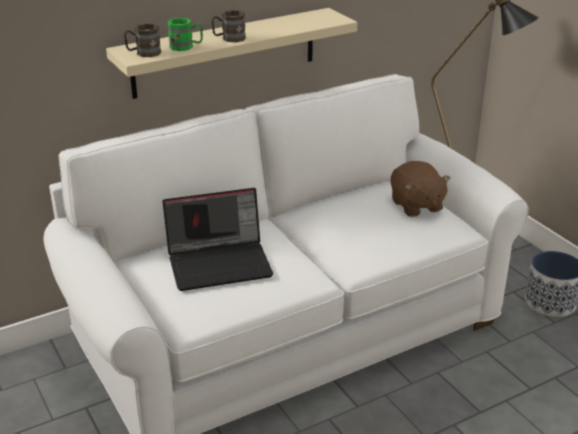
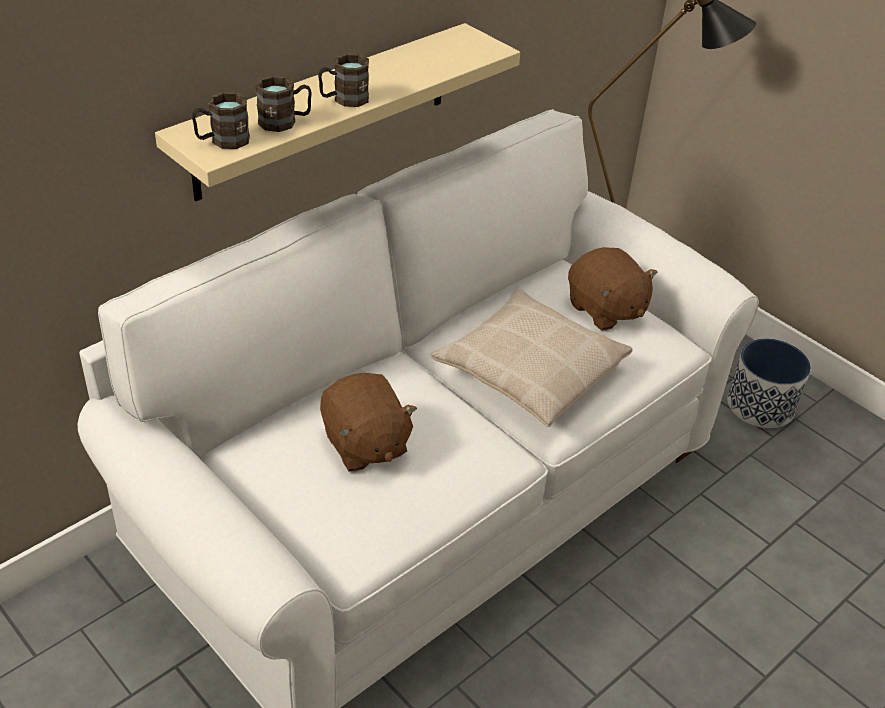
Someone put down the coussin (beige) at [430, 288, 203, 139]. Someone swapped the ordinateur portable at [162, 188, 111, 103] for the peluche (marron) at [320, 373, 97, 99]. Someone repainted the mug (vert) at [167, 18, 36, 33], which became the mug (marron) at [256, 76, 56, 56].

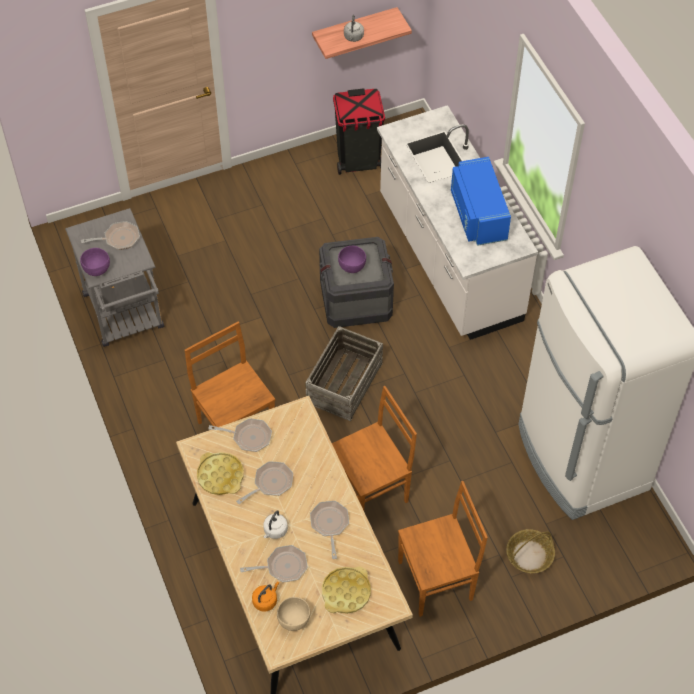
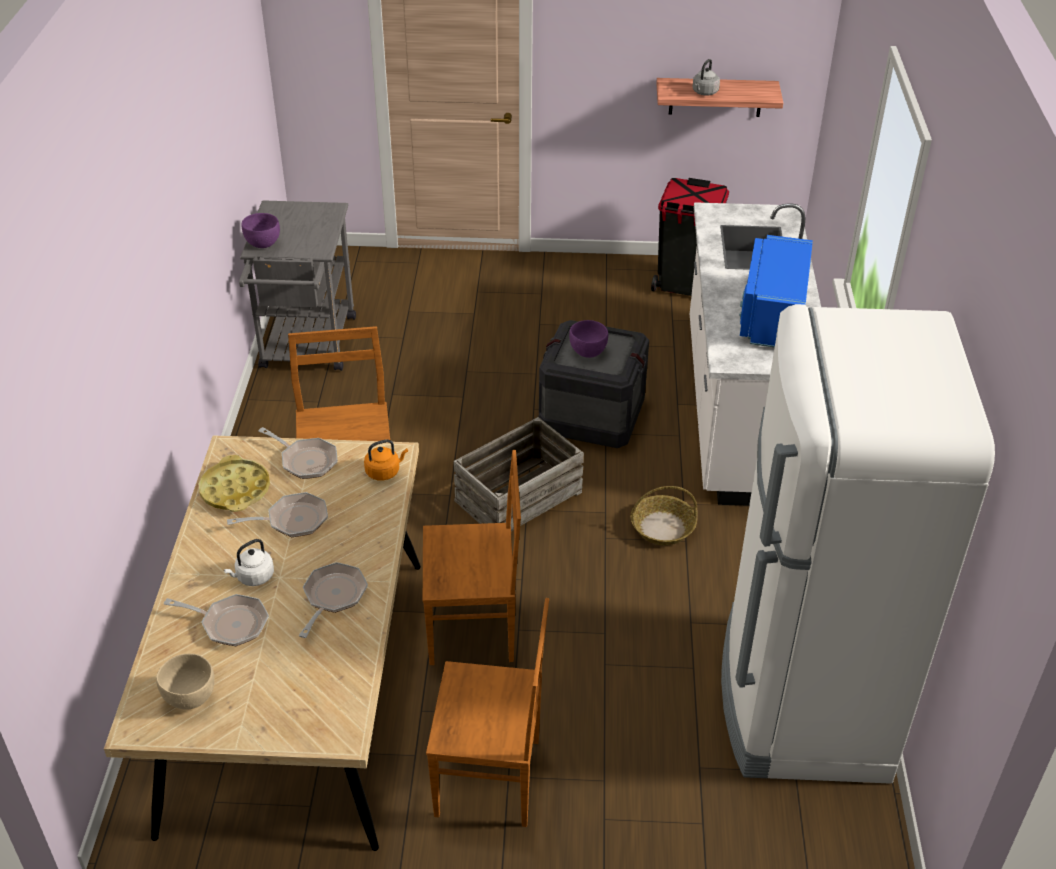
Someone took away the poêle at [81, 221, 59, 29]. Someone took away the plateau (jaune) at [322, 567, 49, 47]. Someone carried the bouilloire (orange) from [252, 582, 27, 30] to [364, 439, 44, 42]. Someone carried the panier from [506, 529, 49, 44] to [631, 486, 67, 59].

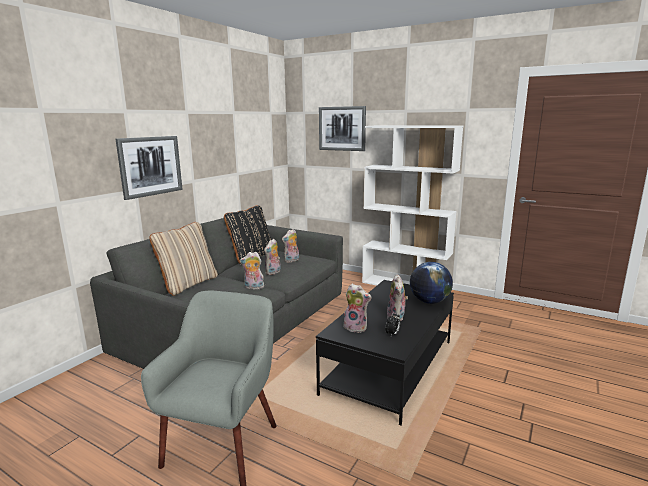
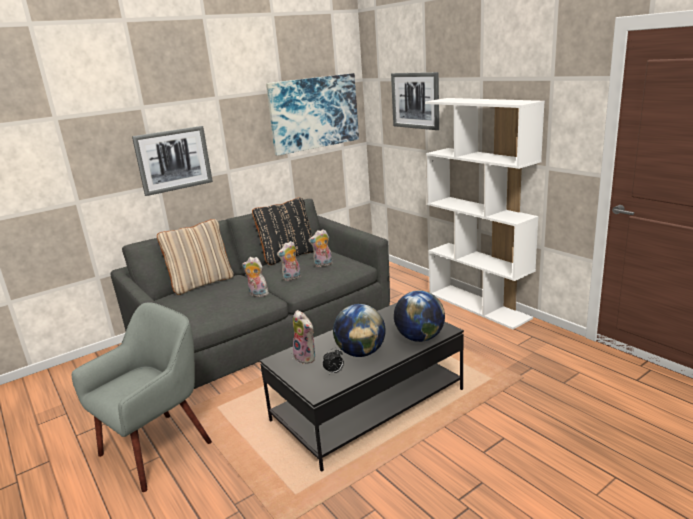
Someone put up the tableau at [266, 73, 93, 83]. Someone swapped the peluche at [387, 274, 21, 47] for the globe at [333, 304, 53, 53].

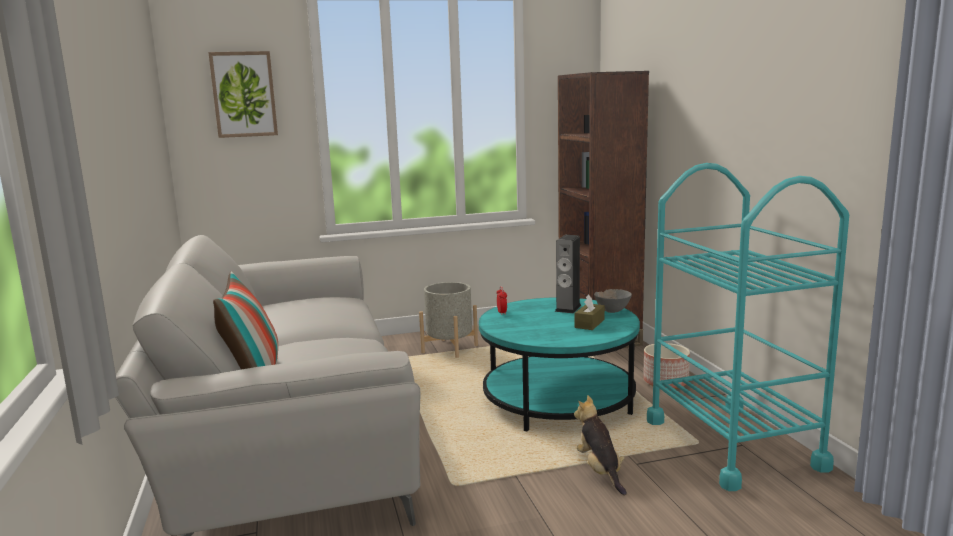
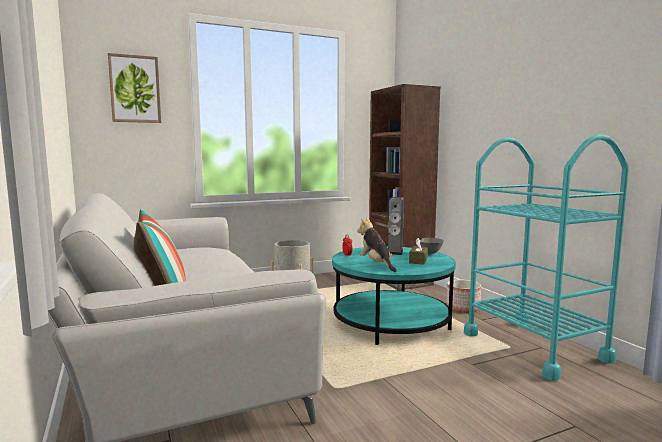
Someone carried the peluche from [574, 395, 53, 100] to [357, 217, 40, 55].

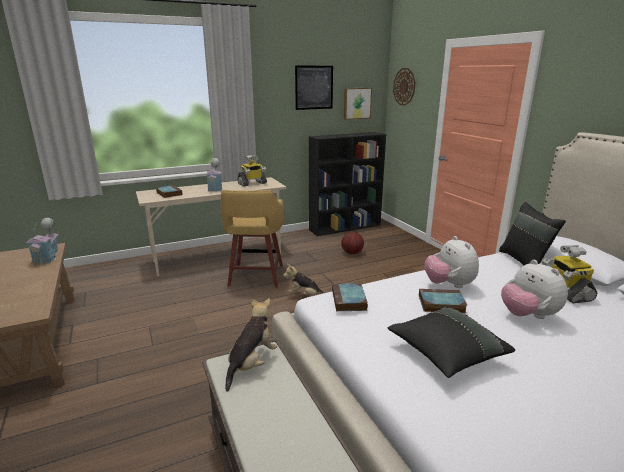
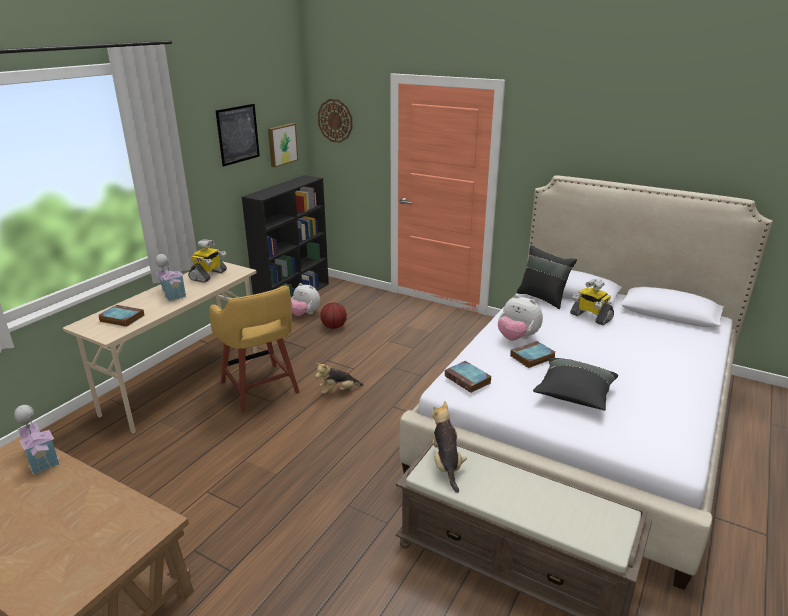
Someone carried the peluche from [501, 260, 67, 59] to [291, 283, 29, 33].

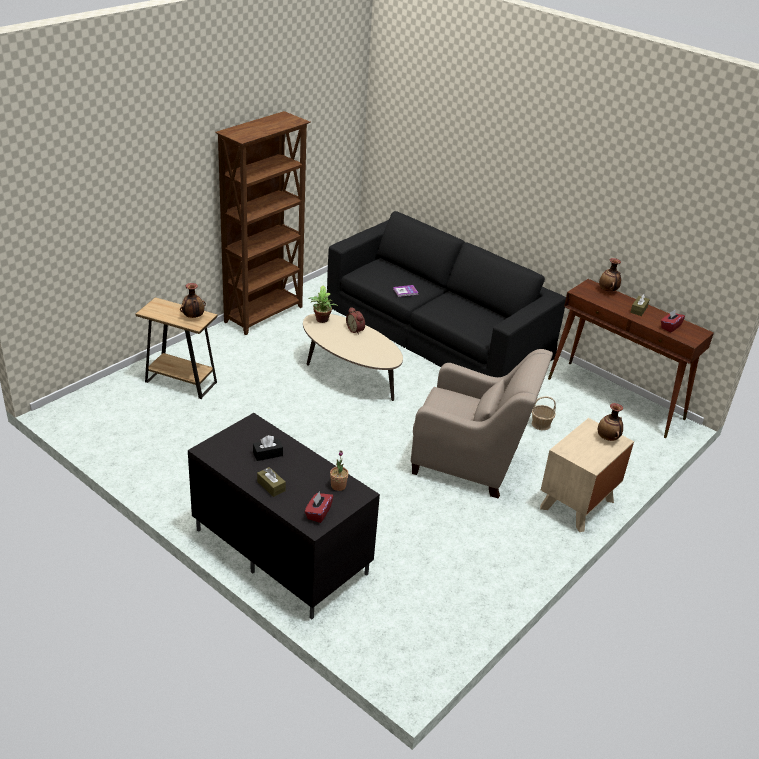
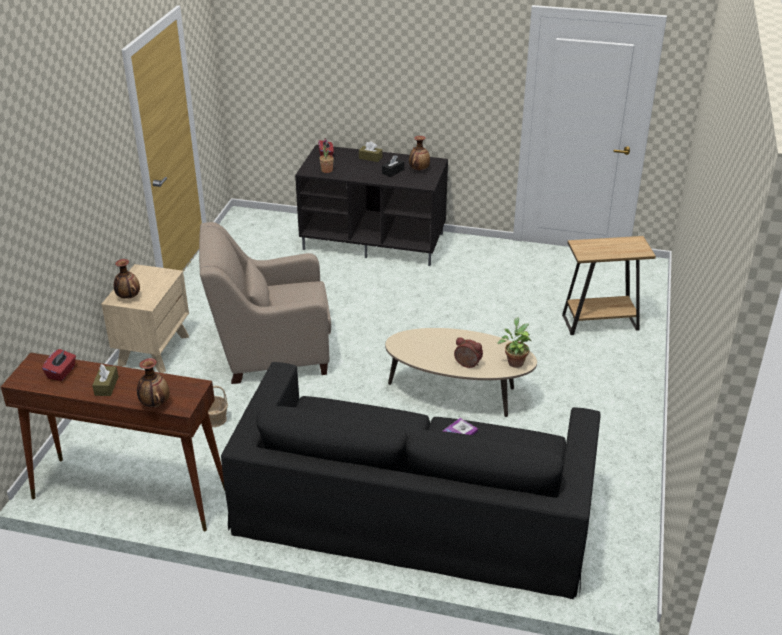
Someone took away the bibliothèque (marron) at [215, 111, 96, 224]. Someone carried the vase from [180, 283, 26, 35] to [409, 136, 21, 35].

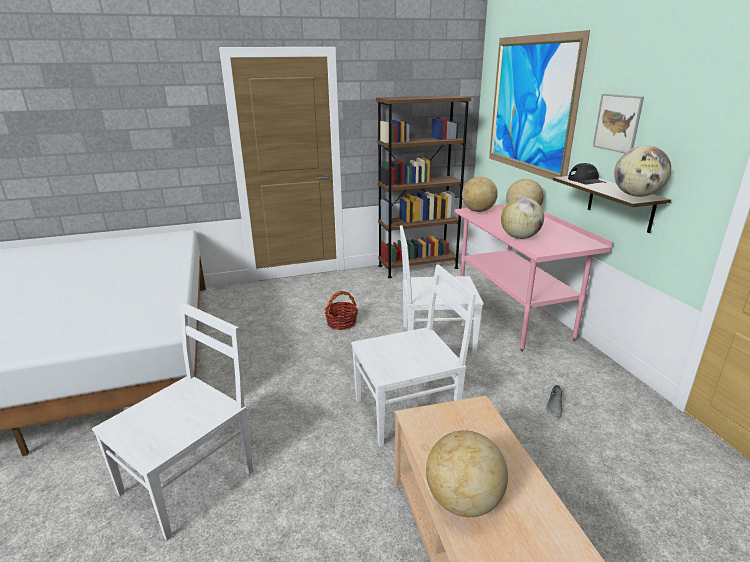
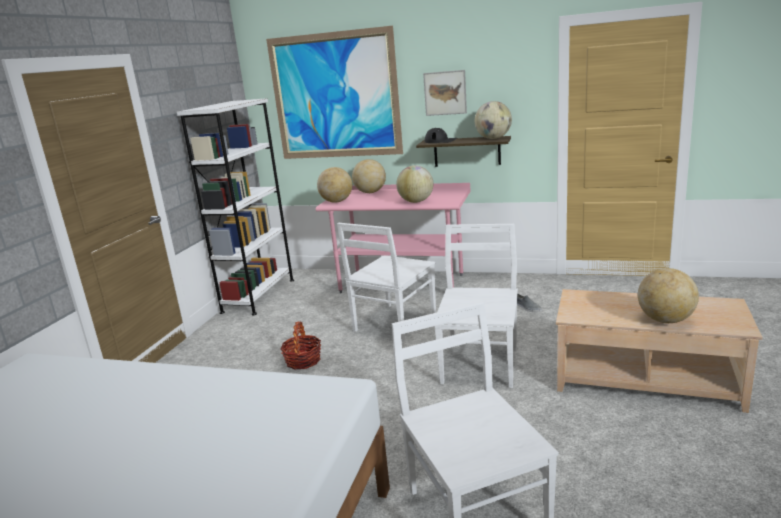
Someone repainted the bibliothèque (marron) at [376, 95, 95, 183], which became the bibliothèque (blanc) at [177, 98, 117, 217].

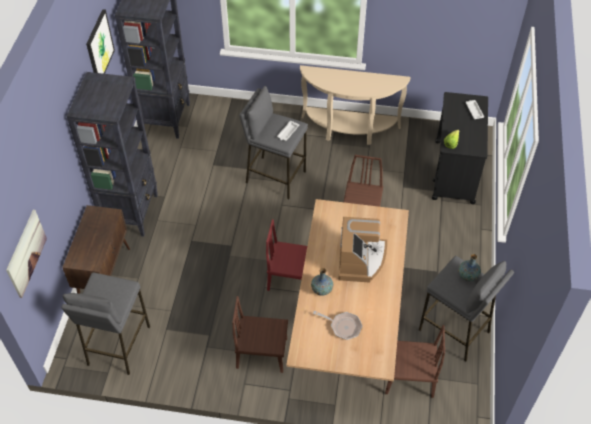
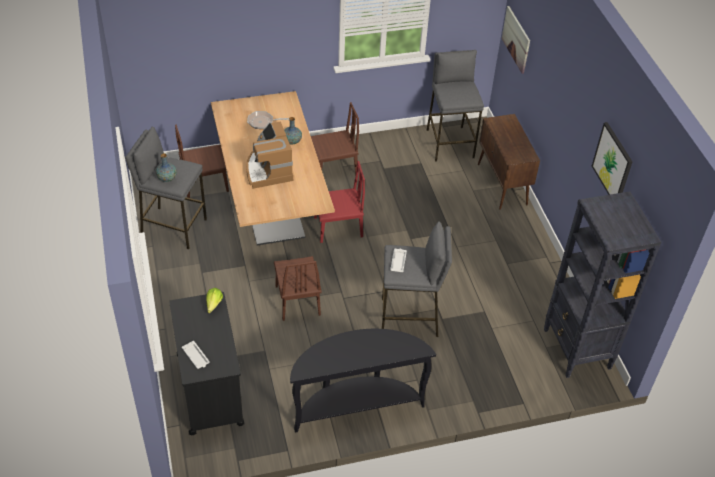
Someone took away the bibliothèque (noir) at [66, 72, 92, 165]. Someone repainted the table console (beige) at [300, 65, 111, 80], which became the table console (noir) at [290, 329, 146, 104].

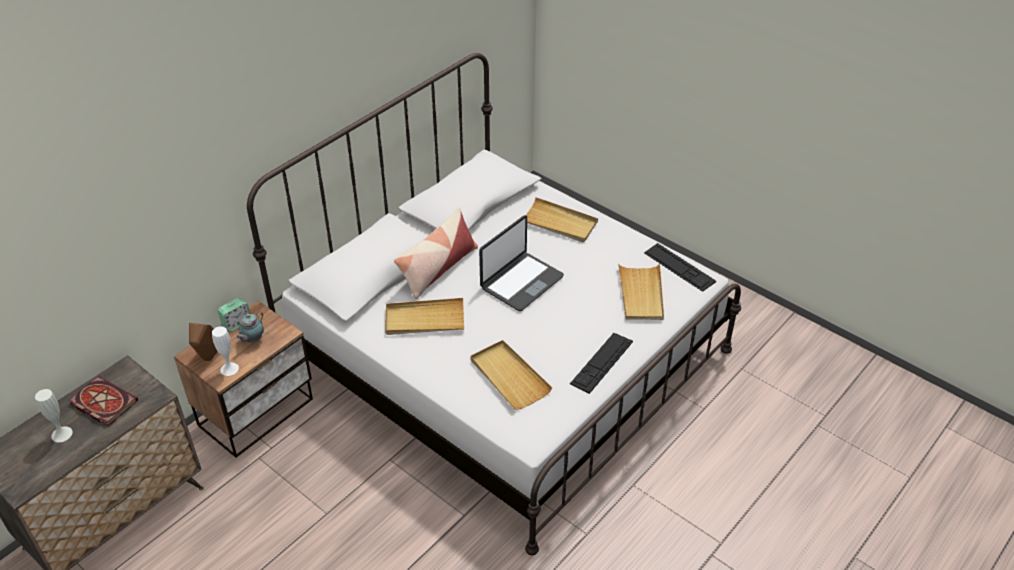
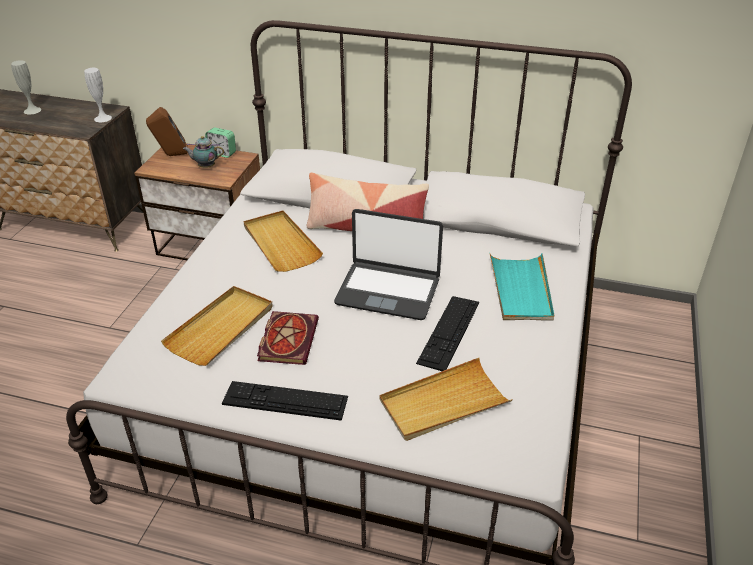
Someone carried the livre from [68, 376, 70, 51] to [257, 311, 62, 54]. Someone carried the vase (blanc) from [212, 326, 27, 50] to [84, 68, 28, 54]. Someone carried the clavier from [644, 243, 72, 49] to [416, 296, 63, 75]. Someone repainted the plateau (beige) at [526, 197, 72, 45], which became the plateau (turquoise) at [489, 253, 65, 68].

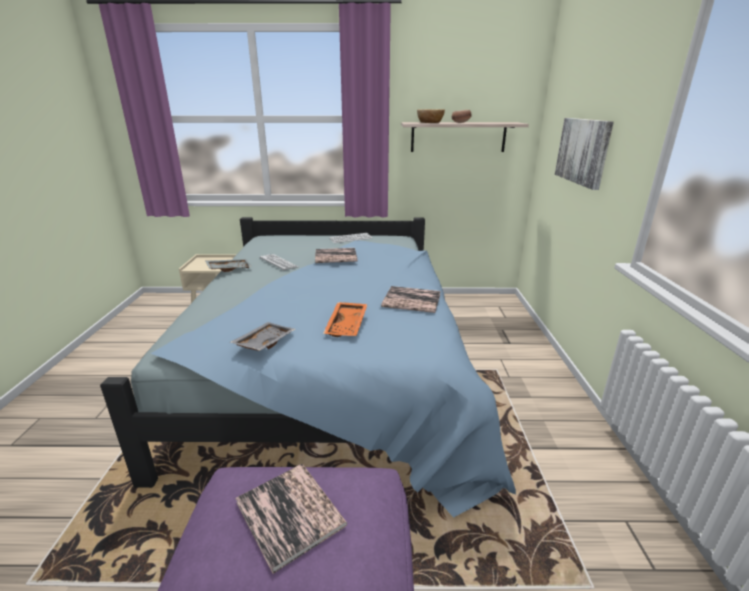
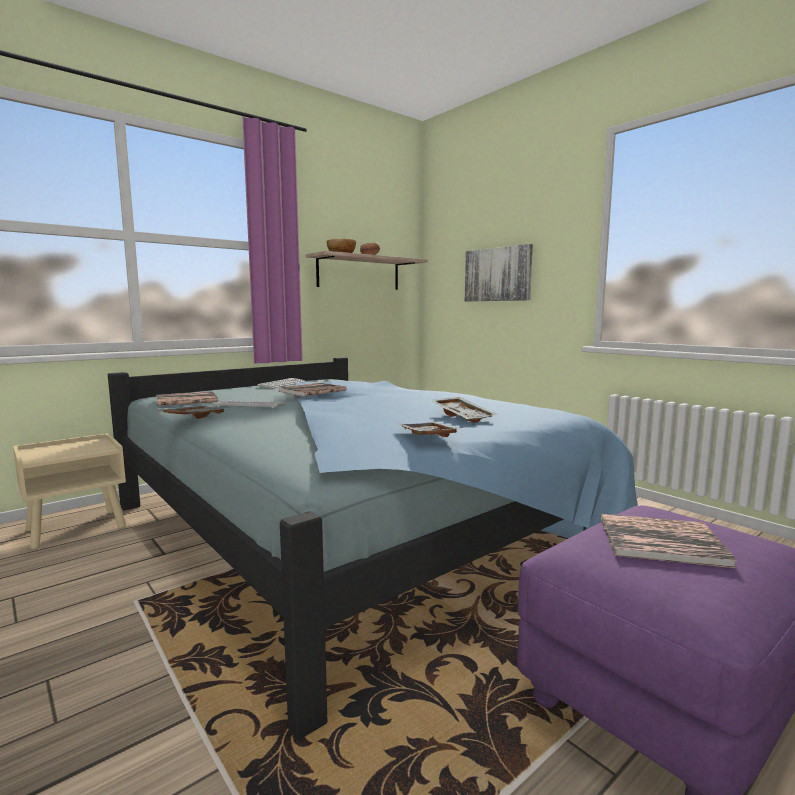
Someone carried the livre from [381, 286, 59, 27] to [157, 391, 61, 15]. Someone repainted the plateau (orange) at [323, 302, 45, 35], which became the plateau (gris) at [430, 397, 67, 26].

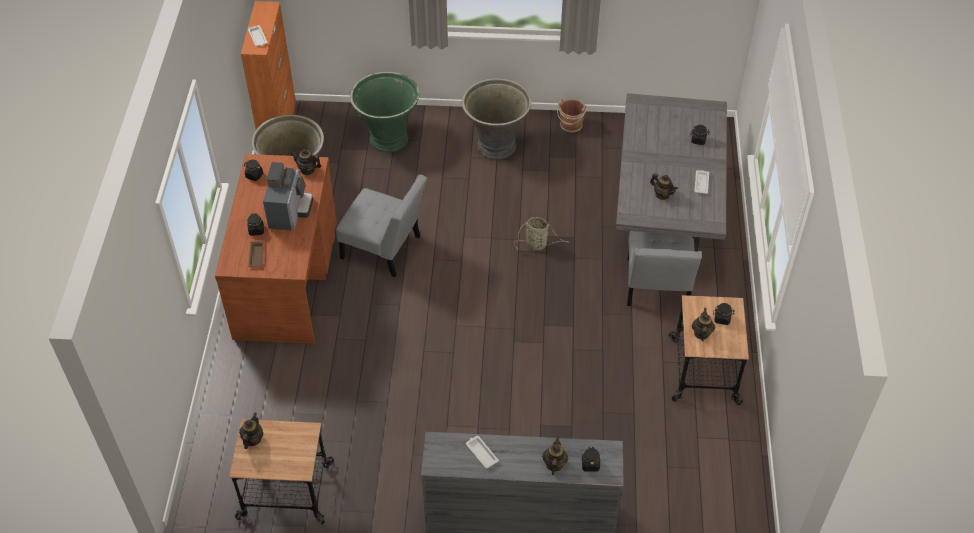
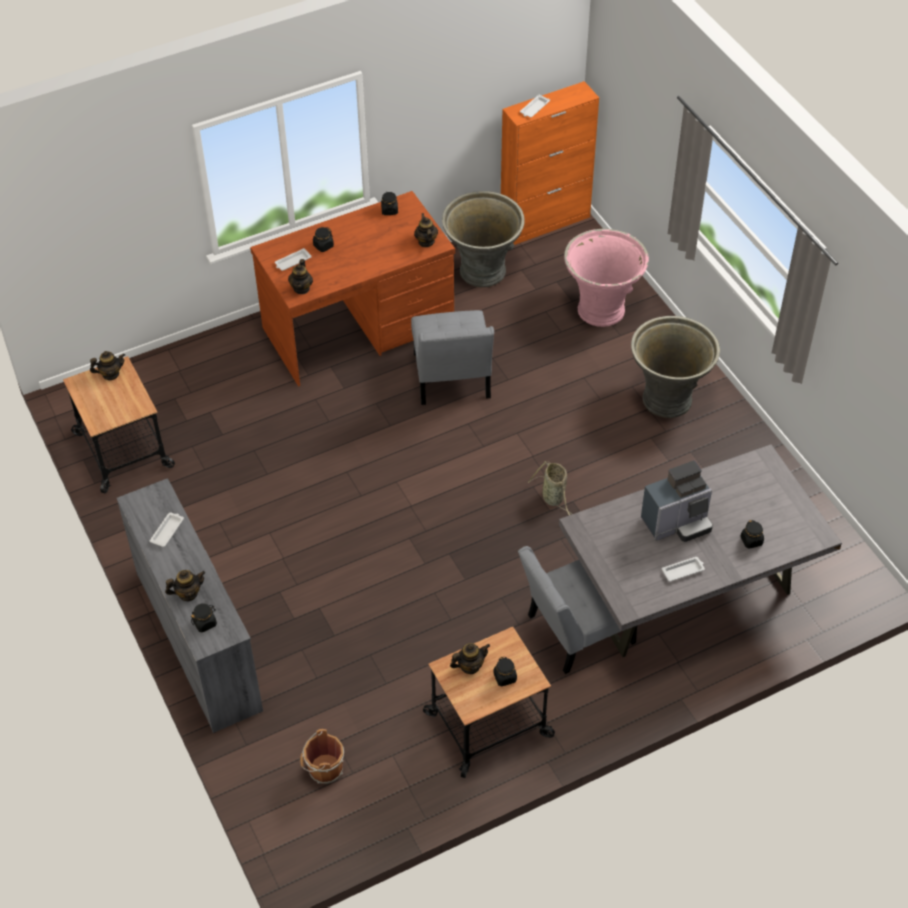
Someone carried the machine à café from [263, 162, 50, 69] to [641, 461, 72, 81]. Someone carried the seau (marron) from [557, 99, 29, 34] to [300, 729, 44, 55]. Someone carried the théière from [650, 173, 28, 27] to [288, 259, 25, 35]. Someone repainted the plateau (marron) at [249, 241, 15, 27], which became the plateau (blanc) at [275, 248, 37, 23]. Someone repainted the cache-pot (vert) at [350, 71, 69, 81], which became the cache-pot (rose) at [564, 228, 85, 99].

